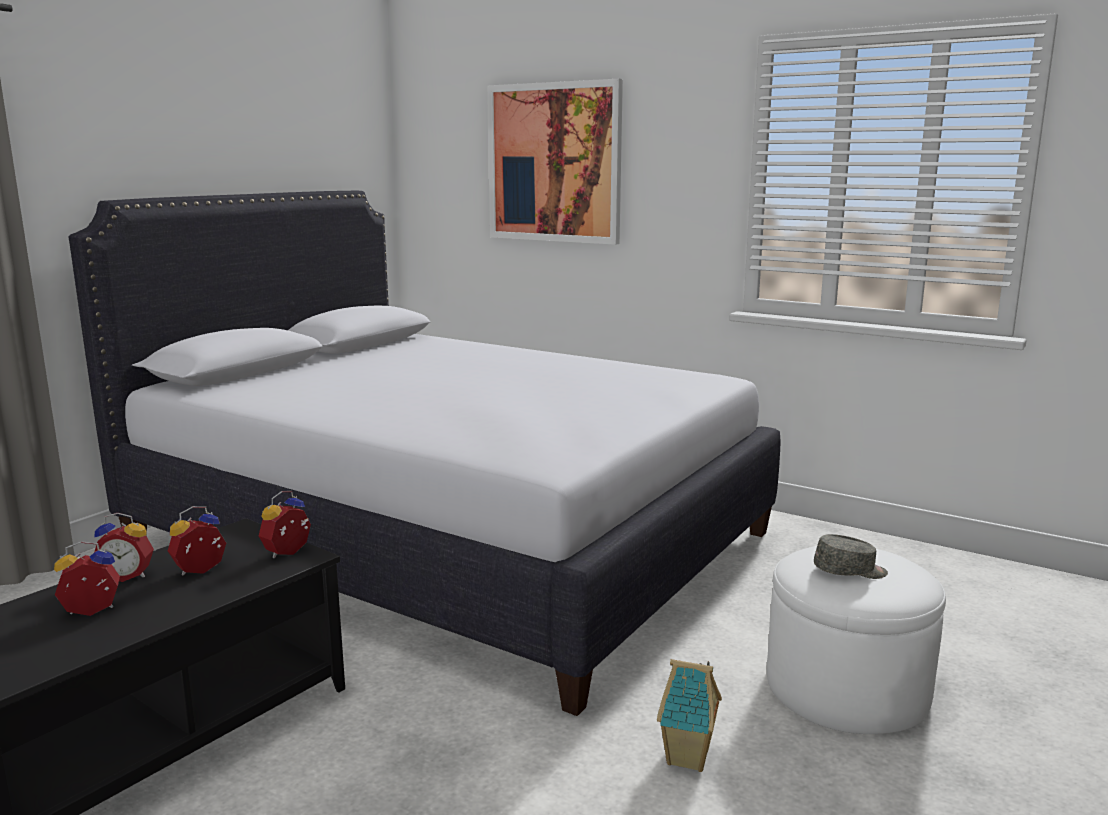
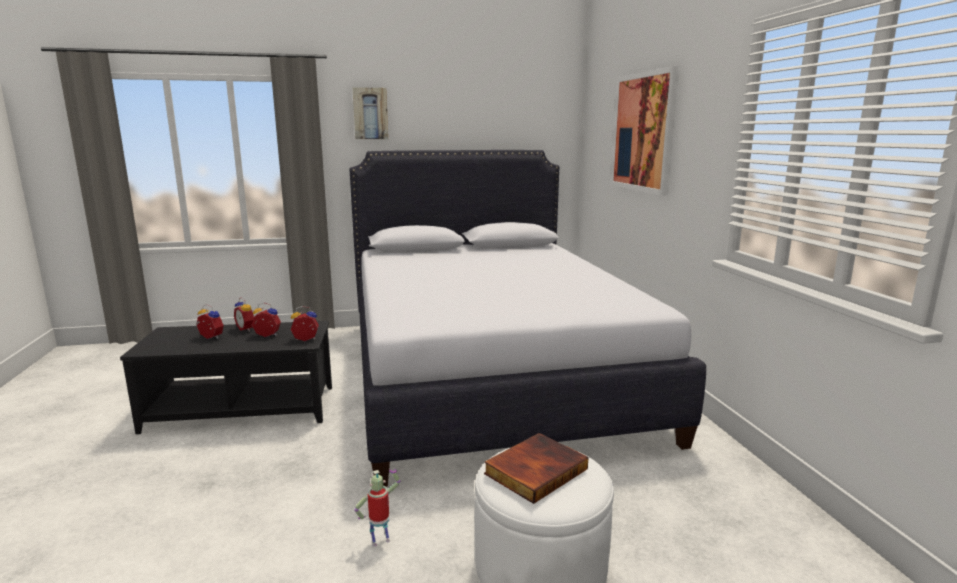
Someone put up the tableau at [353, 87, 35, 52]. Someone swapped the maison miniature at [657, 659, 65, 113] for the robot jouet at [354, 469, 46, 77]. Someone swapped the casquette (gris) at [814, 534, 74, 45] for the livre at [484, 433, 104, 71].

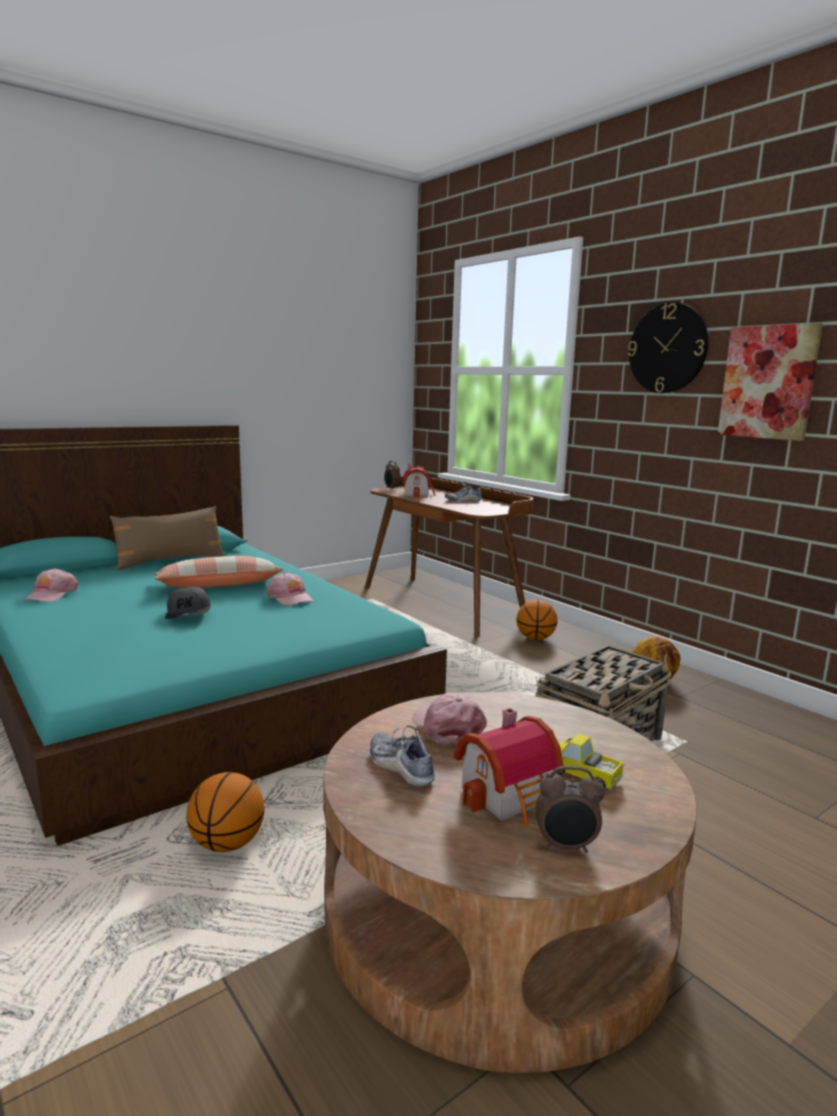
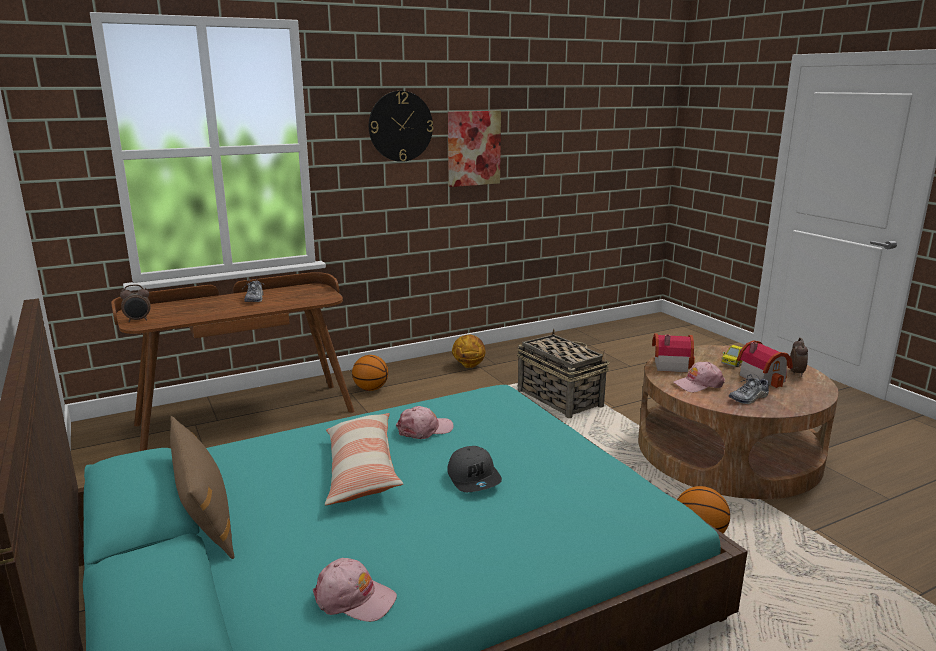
Someone carried the maison miniature from [403, 464, 33, 33] to [652, 333, 43, 40]. Someone rotated the casquette (gris) at [165, 586, 46, 33] by 75 degrees clockwise.

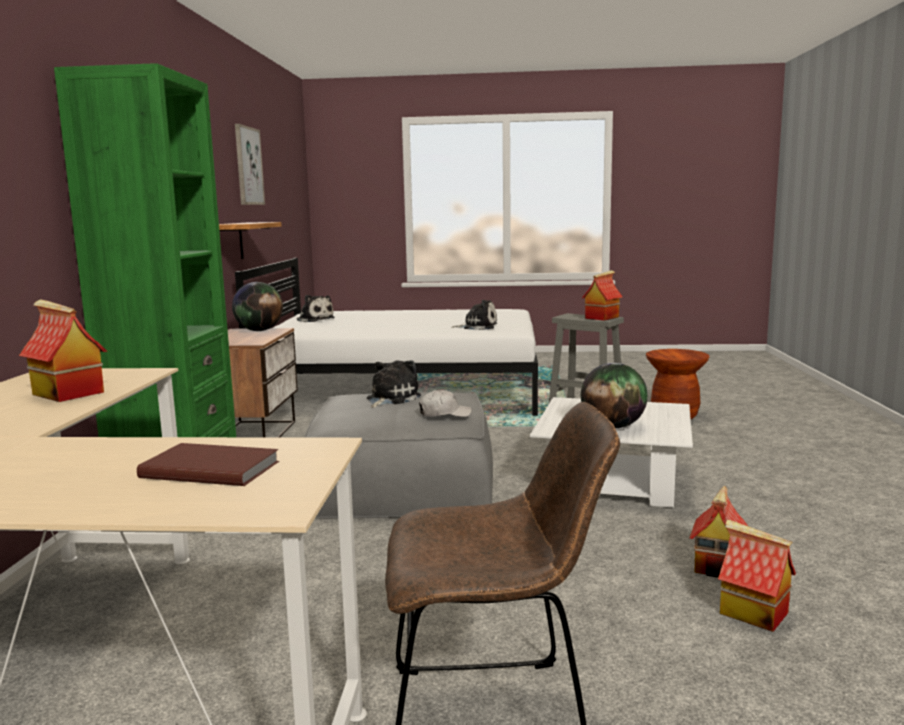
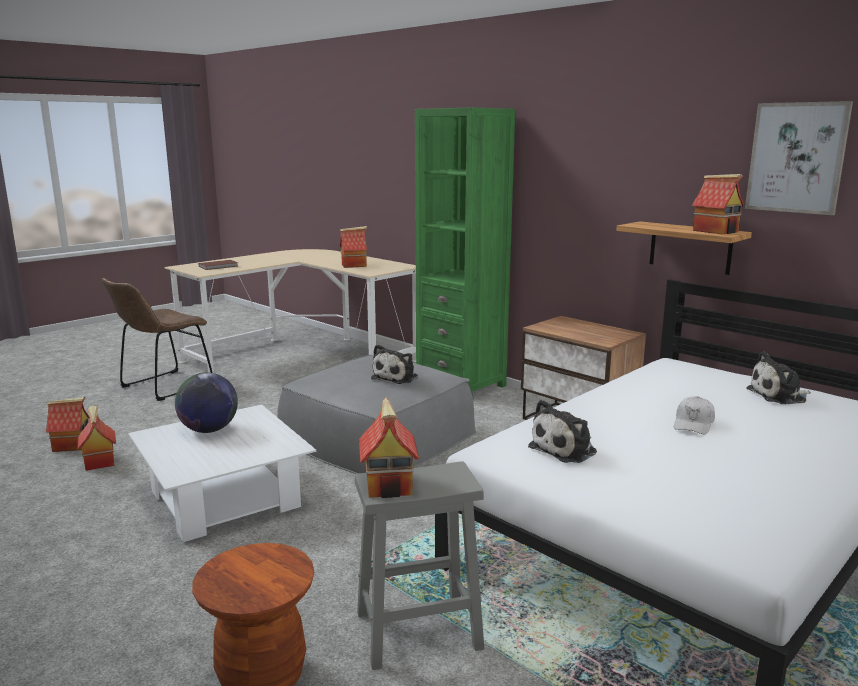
Someone took away the globe at [232, 282, 51, 49]. Someone put down the maison miniature at [692, 174, 52, 60]. Someone carried the casquette (blanc) from [419, 390, 53, 27] to [674, 396, 41, 39]. Someone rotated the peluche at [367, 360, 54, 48] by 45 degrees clockwise.

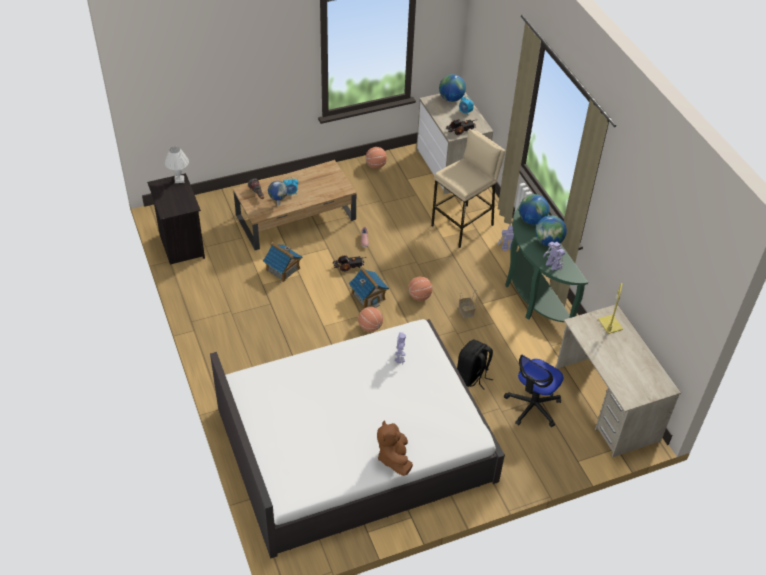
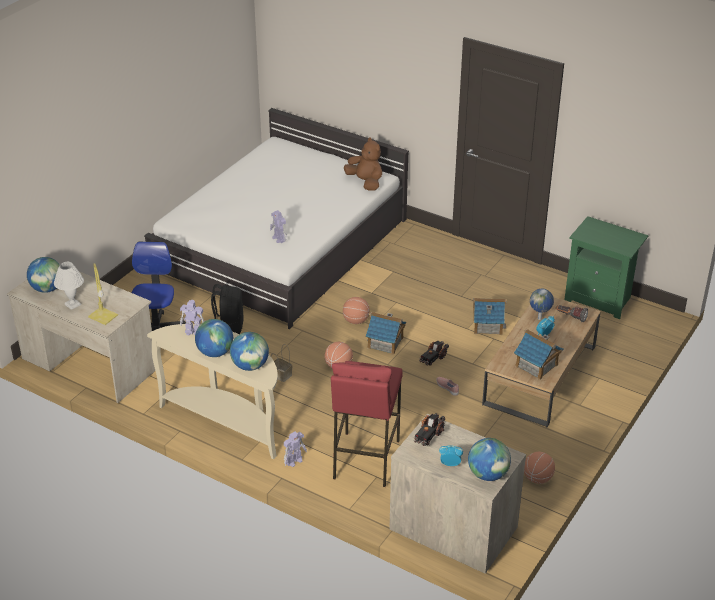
Someone put down the globe at [27, 257, 33, 36]. Someone put down the maison miniature at [514, 329, 49, 51]. Someone carried the lampe de table (blanc) from [165, 146, 24, 37] to [54, 262, 30, 48]. Someone carried the peluche (marron) from [377, 420, 36, 56] to [344, 137, 38, 54]. Someone repainted the table de chevet (noir) at [147, 173, 58, 91], which became the table de chevet (vert) at [564, 216, 85, 103]. Someone repainted the tabouret (beige) at [431, 129, 74, 119], which became the tabouret (rouge) at [331, 361, 72, 126]. Someone repainted the table console (vert) at [505, 207, 83, 115], which became the table console (beige) at [147, 324, 131, 135].

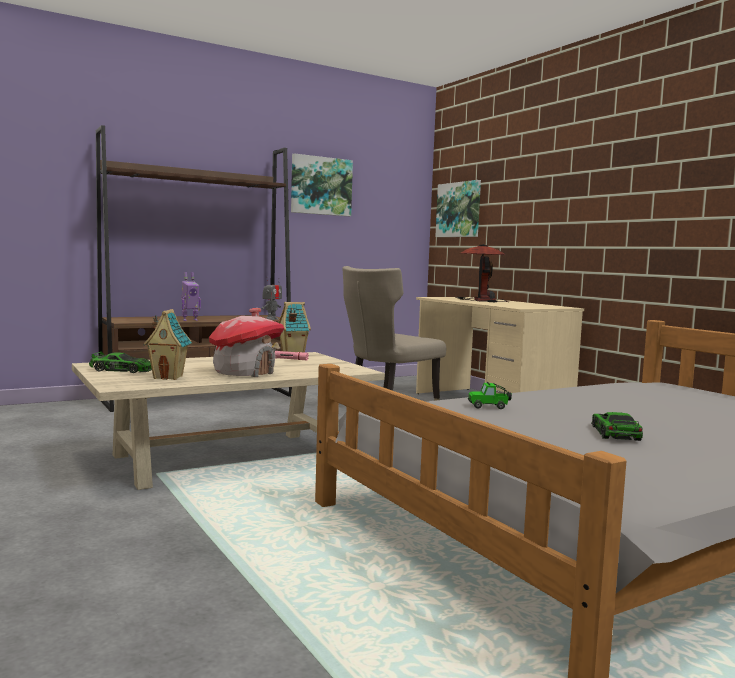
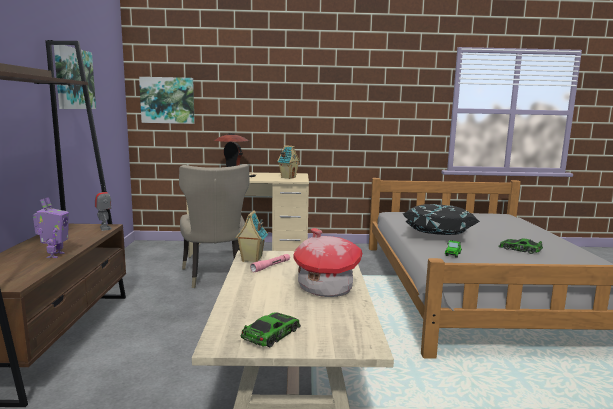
Someone put down the coussin (noir) at [403, 204, 77, 31]. Someone carried the maison miniature from [144, 309, 48, 71] to [277, 145, 23, 34].

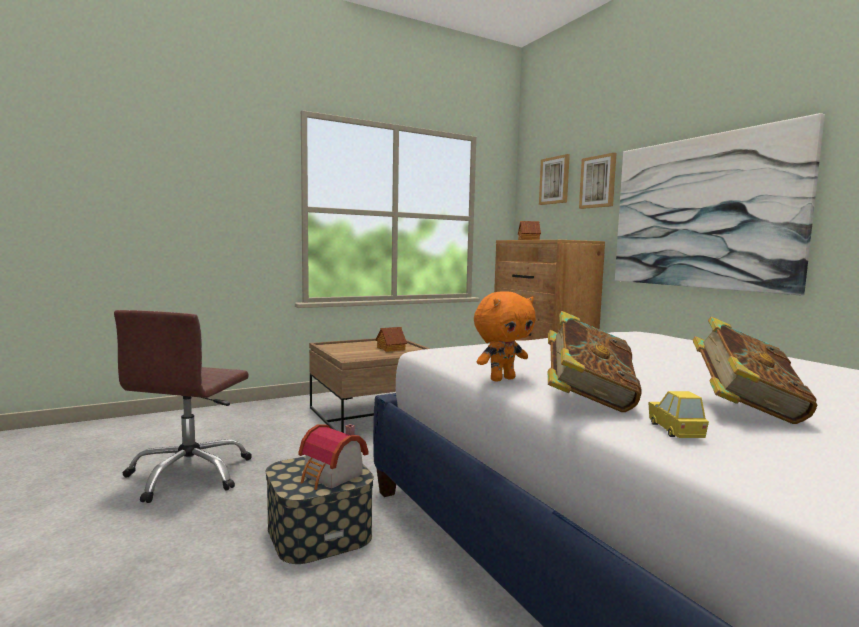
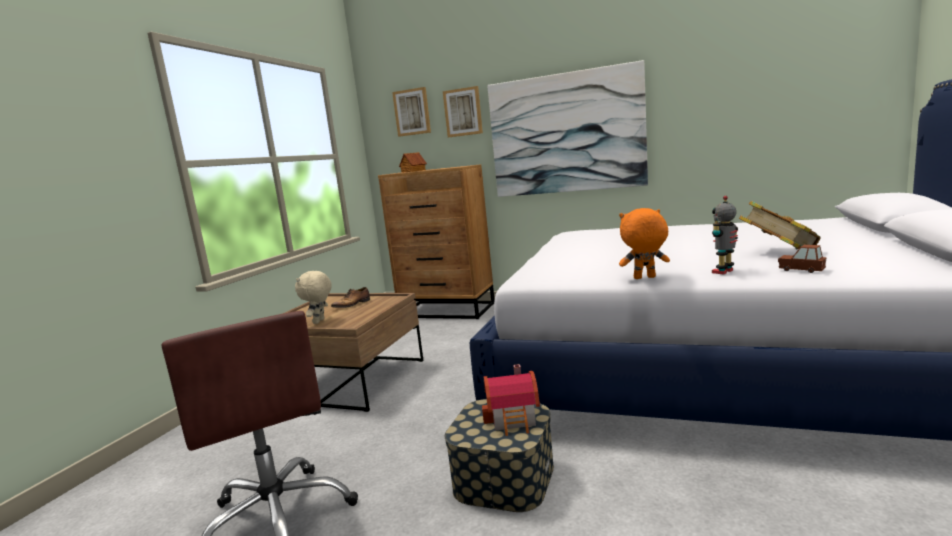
Someone put down the peluche (beige) at [295, 271, 37, 53]. Someone swapped the maison miniature at [376, 327, 31, 25] for the chaussure at [331, 287, 39, 21]. Someone swapped the livre at [548, 311, 93, 101] for the robot jouet at [712, 196, 26, 79]. Someone repainted the petite voiture (jaune) at [648, 391, 61, 47], which became the petite voiture (marron) at [778, 245, 48, 28]. Someone rotated the peluche (orange) at [474, 291, 62, 91] by 105 degrees counterclockwise.

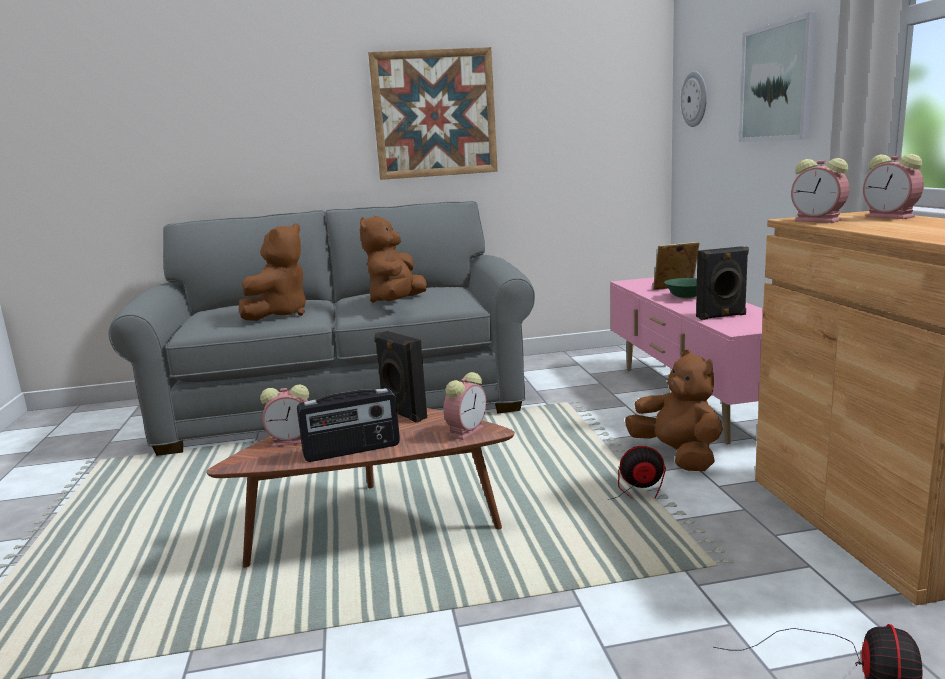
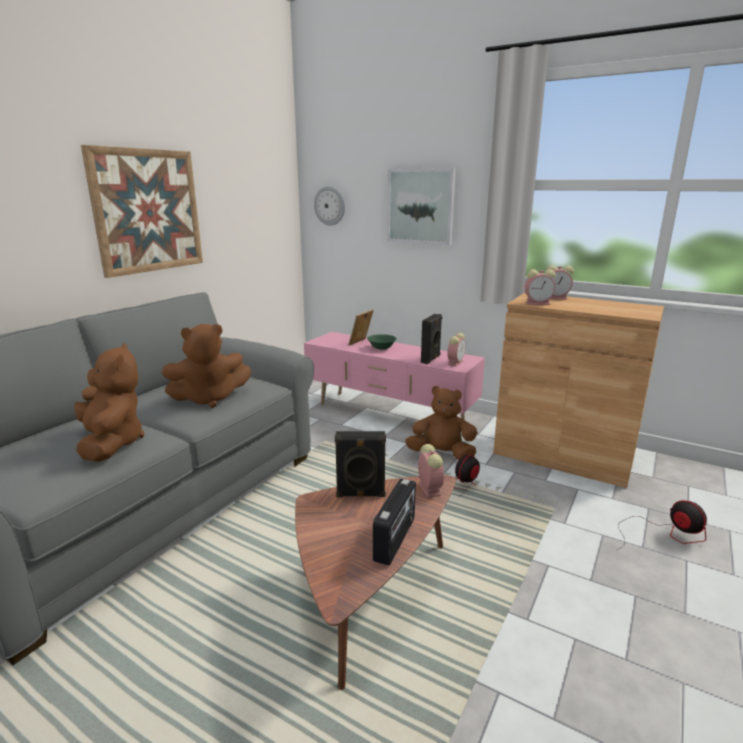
Someone carried the réveil from [260, 385, 49, 62] to [447, 333, 19, 33]. Someone rotated the peluche (marron) at [360, 216, 67, 87] by 75 degrees counterclockwise.

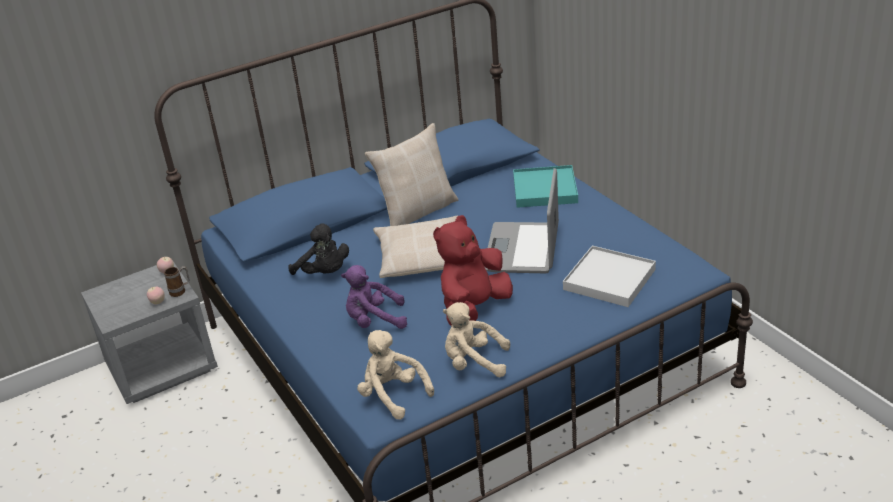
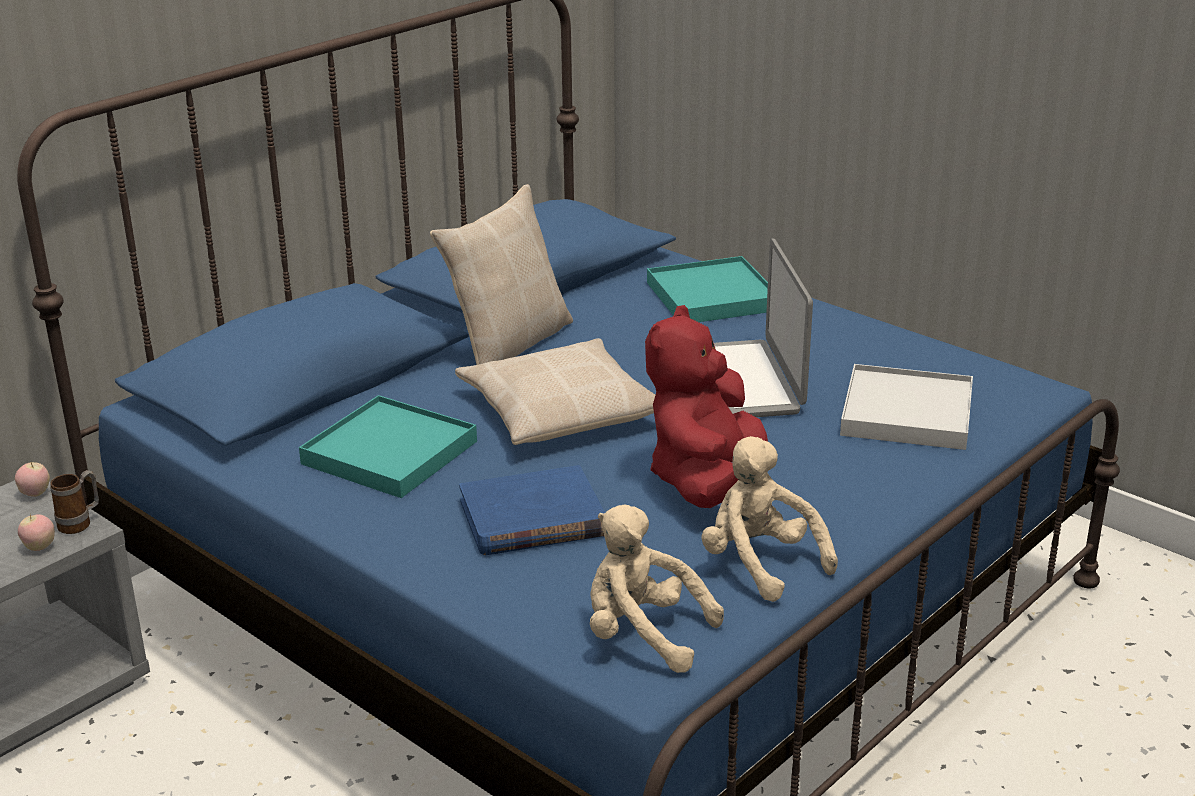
Someone swapped the peluche (noir) at [288, 224, 61, 51] for the plateau (turquoise) at [299, 395, 178, 103]. Someone swapped the peluche (violet) at [341, 265, 66, 64] for the livre (bleu) at [459, 465, 146, 90]. Someone rotated the peluche (beige) at [443, 302, 67, 75] by 60 degrees clockwise.

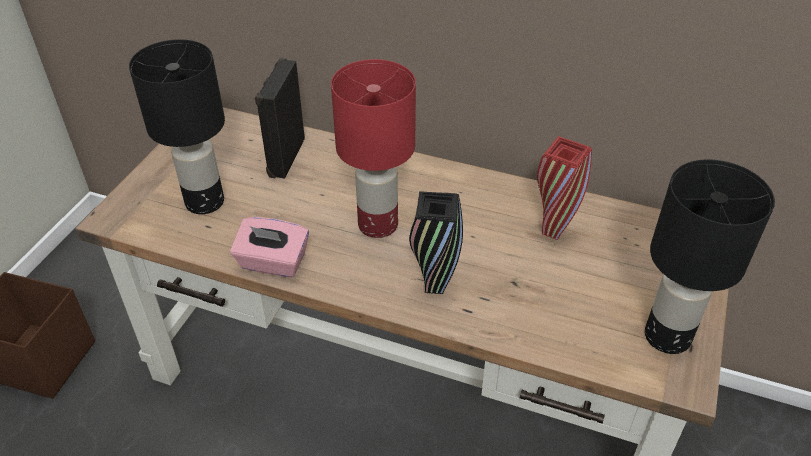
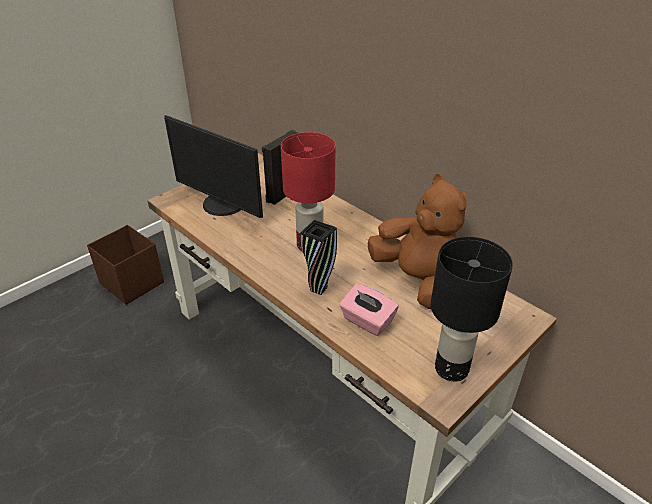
Someone carried the boîte à mouchoirs (rose) from [230, 217, 79, 61] to [339, 283, 60, 53]. Someone swapped the lampe de table (noir) at [129, 39, 96, 175] for the écran d'ordinateur at [164, 115, 99, 103]. Someone swapped the vase (rouge) at [537, 136, 55, 104] for the peluche (marron) at [368, 174, 99, 135].

